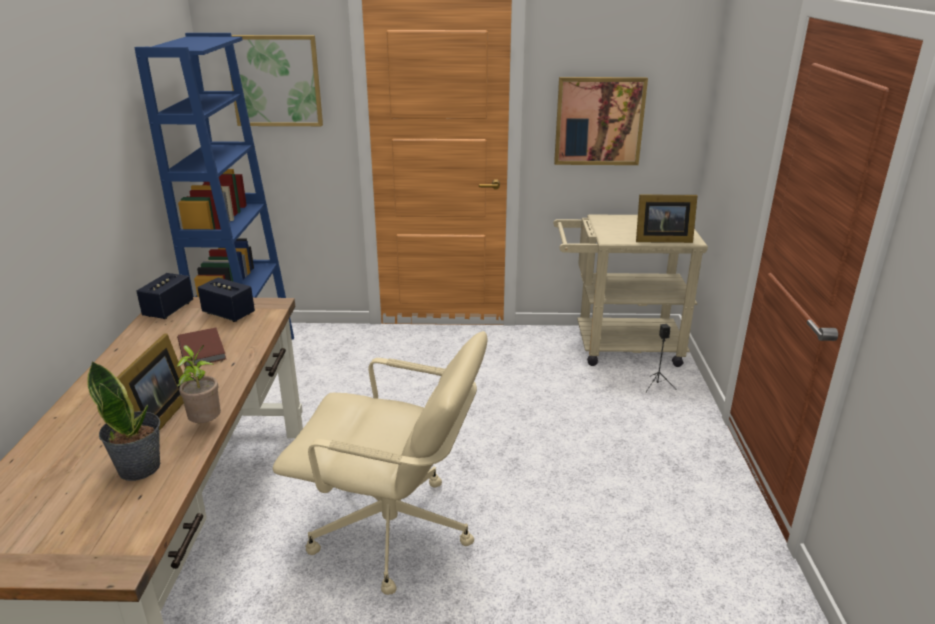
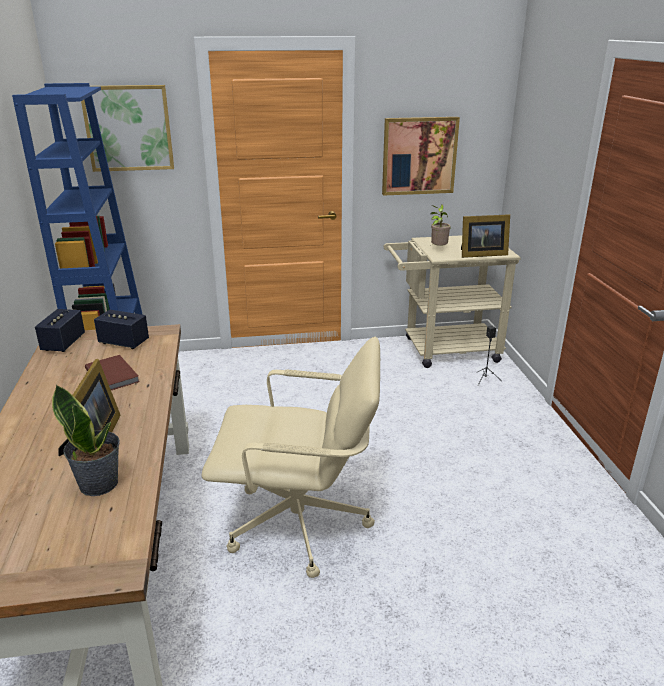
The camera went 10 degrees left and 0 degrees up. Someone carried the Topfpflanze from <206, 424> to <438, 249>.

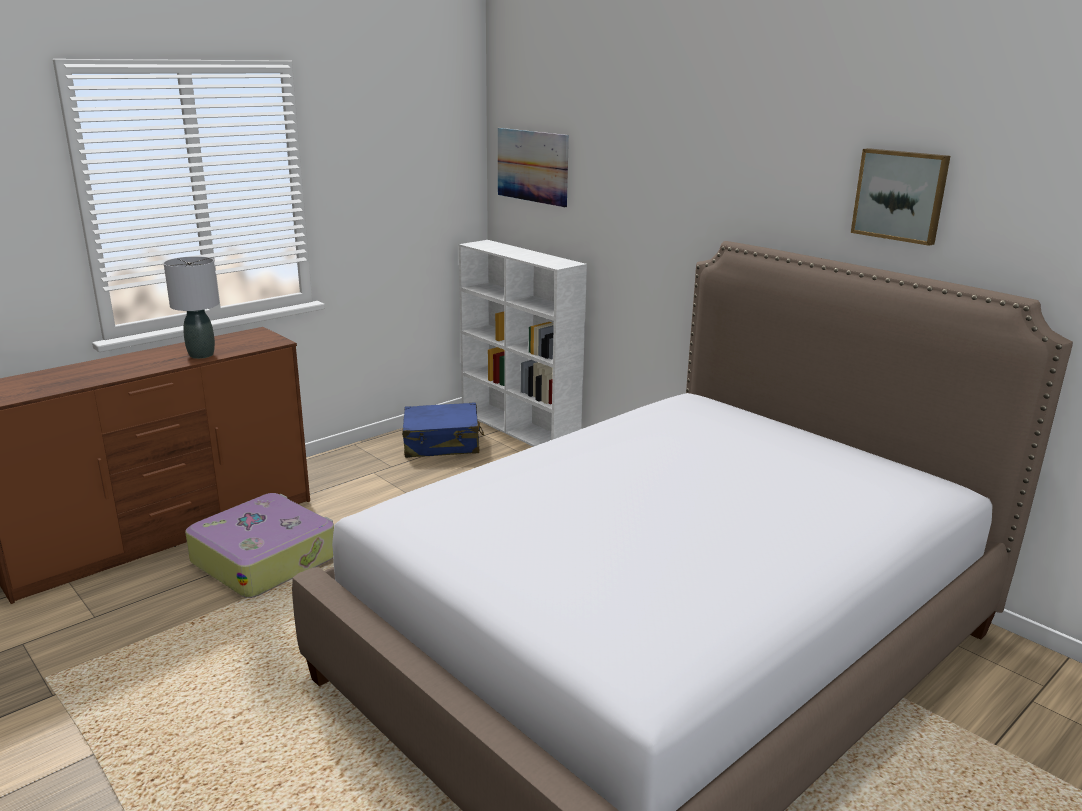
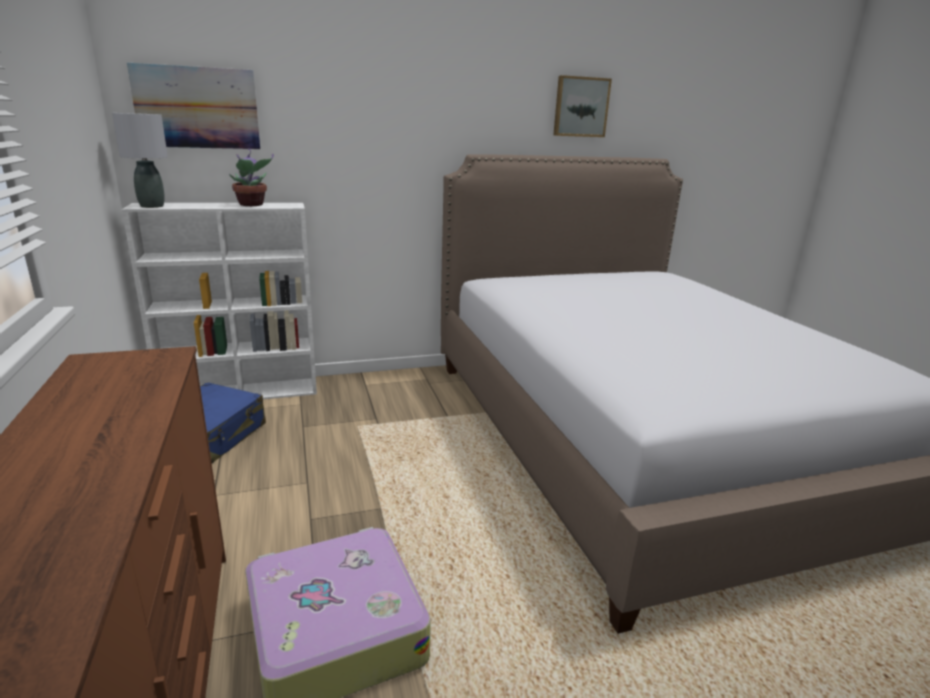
The camera went 65 degrees left and 0 degrees up. Someone carried the Tischlampe (grau) from <202, 355> to <152, 206>. Someone put down the Topfpflanze at <252, 205>.

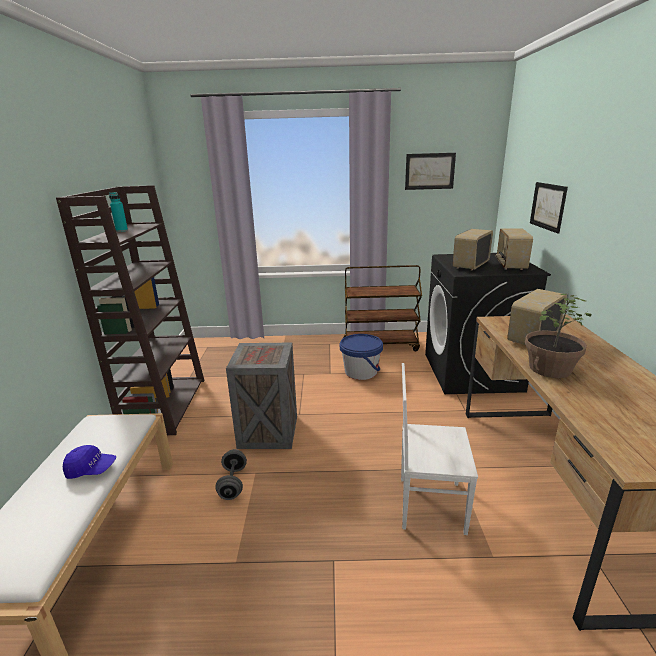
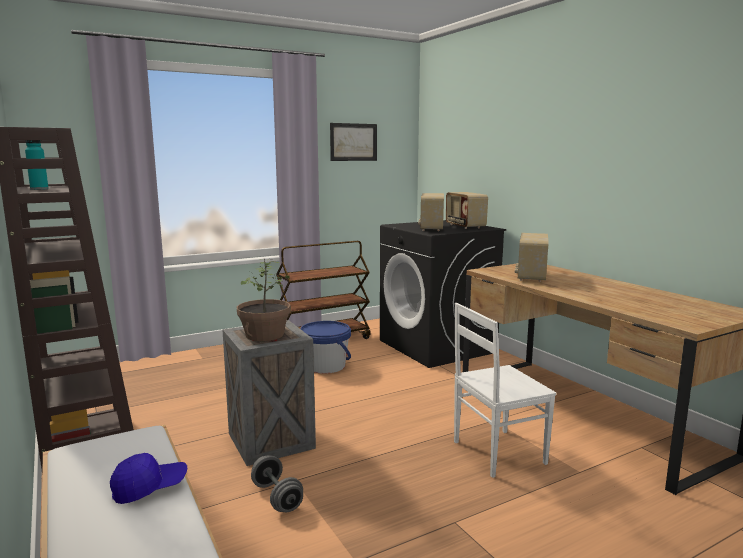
The camera went 30 degrees left and 10 degrees down. Someone carried the Topfpflanze from <549, 368> to <264, 335>. Someone took away the Bild at <548, 206>.

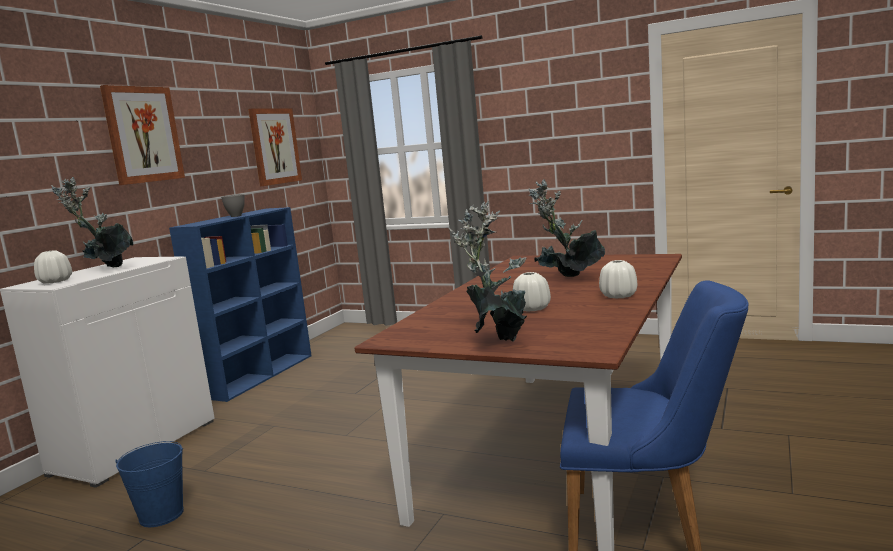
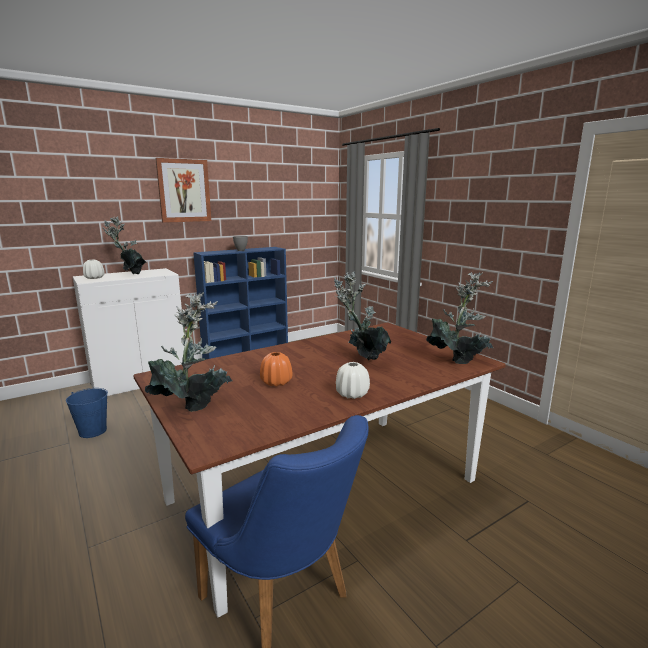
The camera went 30 degrees right and 5 degrees up. Someone took away the Bild at <274, 146>. Someone repainted the Vase (weiß) at <532, 309>, which became the Vase (orange) at <276, 382>. Someone put down the Topfpflanze at <458, 360>.

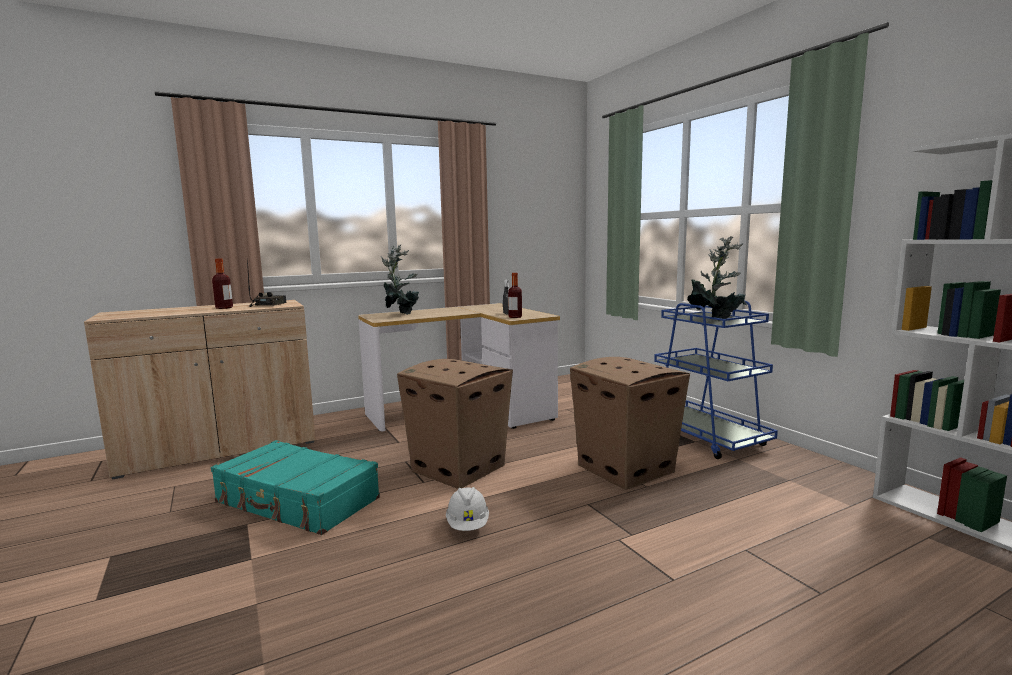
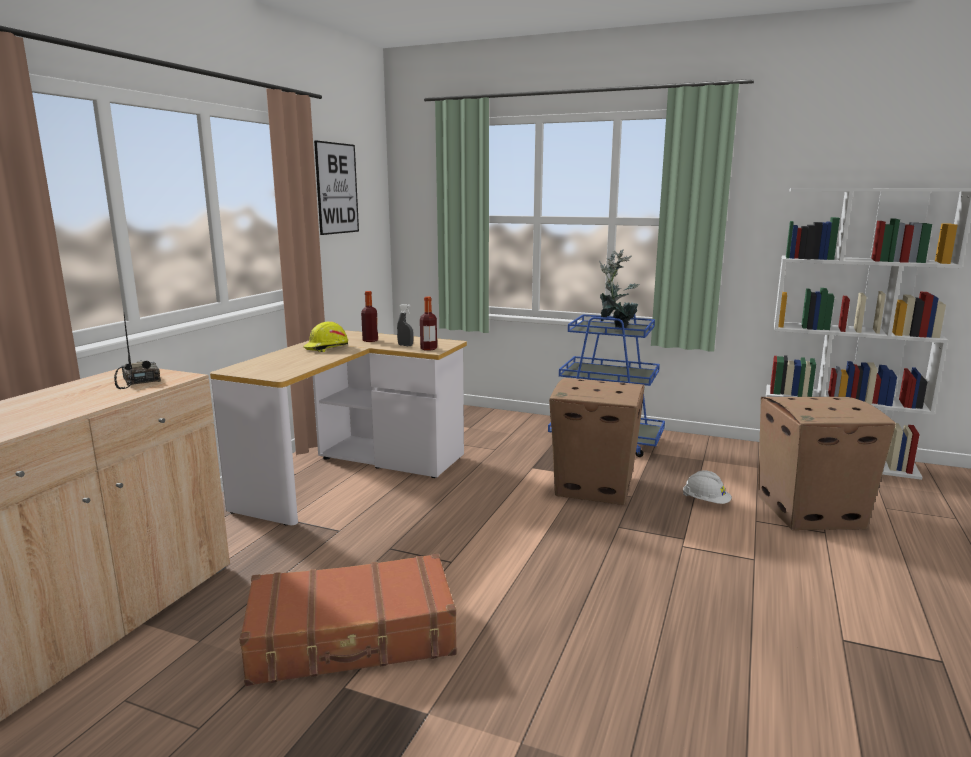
The camera went 40 degrees left and 5 degrees up. Someone repainted the Koffer (türkis) at <297, 501>, which became the Koffer (braun) at <353, 637>. Someone carried the Flasche from <224, 308> to <370, 340>. Someone took away the Topfpflanze at <401, 314>. Someone carried the Karton from <459, 468> to <811, 512>. Someone carried the Schutzhelm (weiß) from <468, 525> to <706, 502>. Someone put down the Schutzhelm (gelb) at <326, 348>. Someone put up the Bild at <337, 188>.

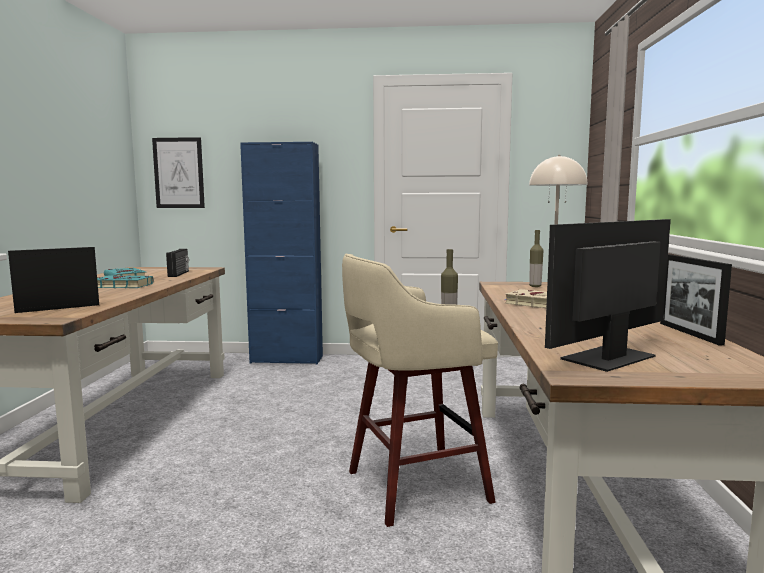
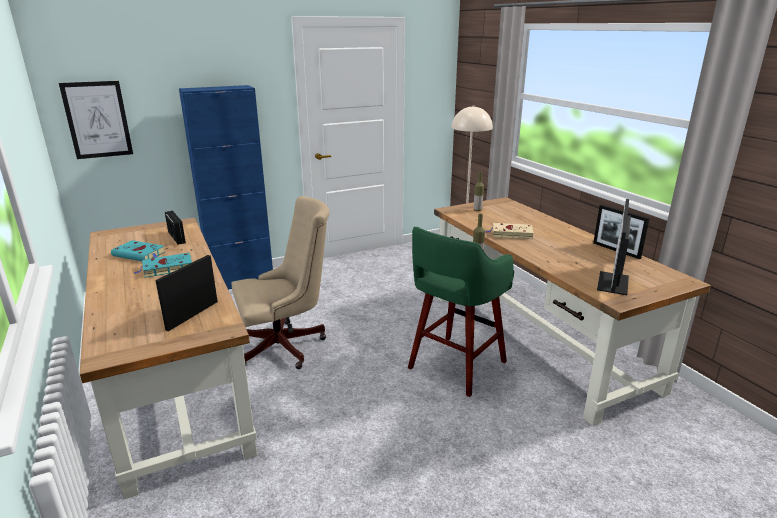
The camera went 30 degrees left and 15 degrees up. Someone repainted the Hocker (beige) at <413, 487>, which became the Hocker (grün) at <455, 366>. Someone put down the Bürostuhl (beige) at <286, 346>.

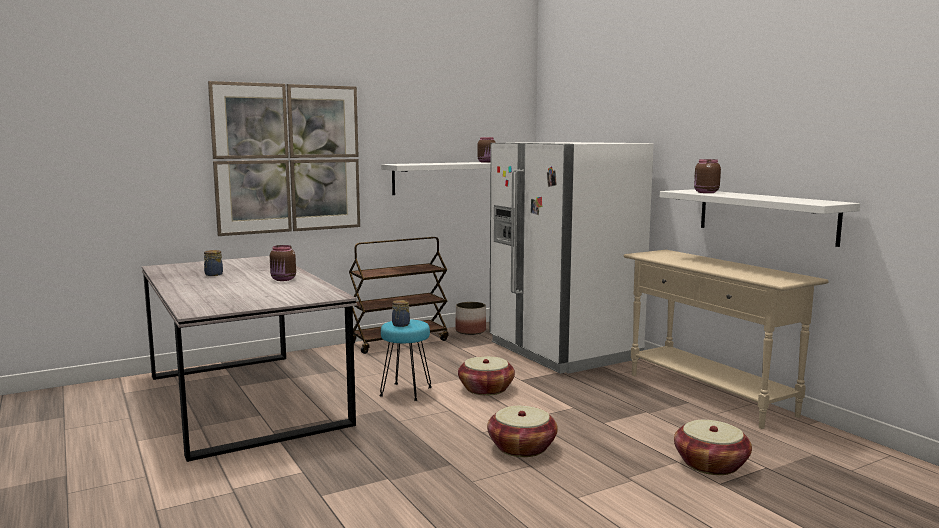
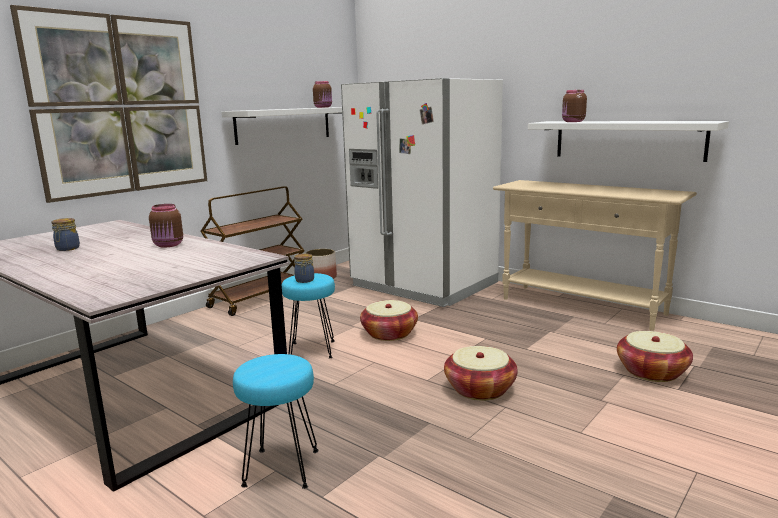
The camera went 20 degrees left and 5 degrees up. Someone put down the Hocker (türkis) at <281, 469>.

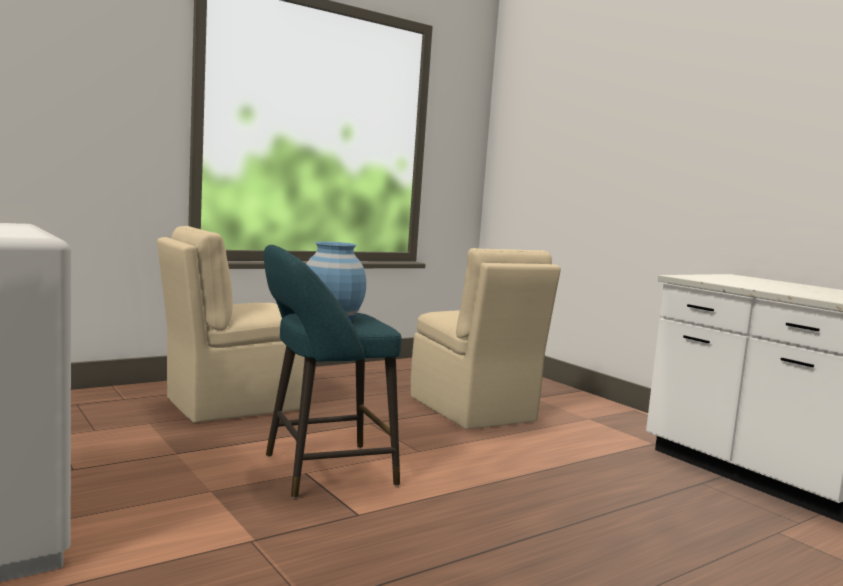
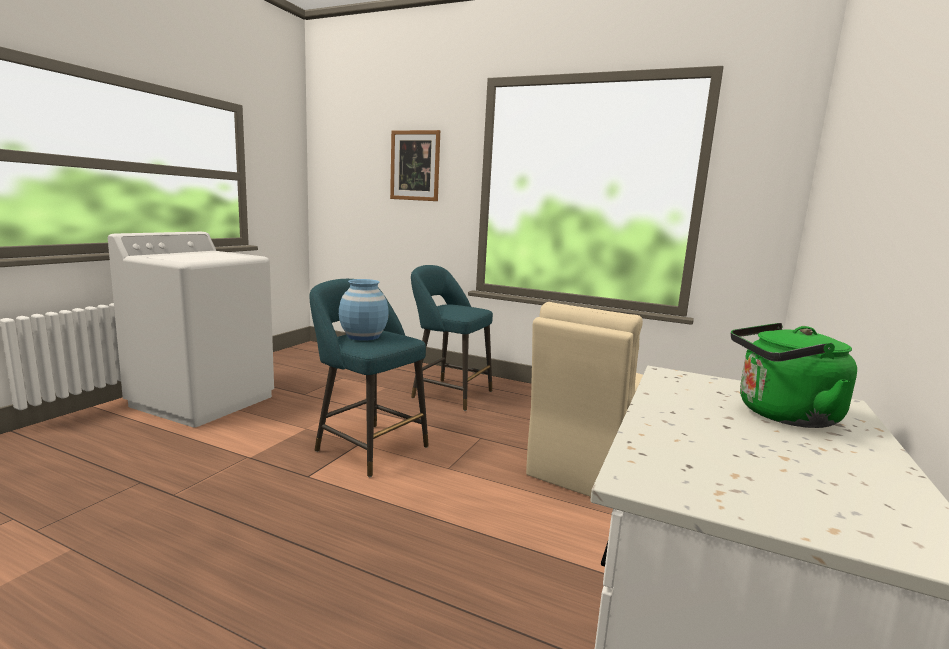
The camera went 60 degrees right and 5 degrees up. Someone swapped the Stuhl (beige) at <232, 404> for the Hocker (türkis) at <448, 394>. Someone put up the Bild at <415, 165>. Someone put down the Wasserkessel (grün) at <781, 415>.

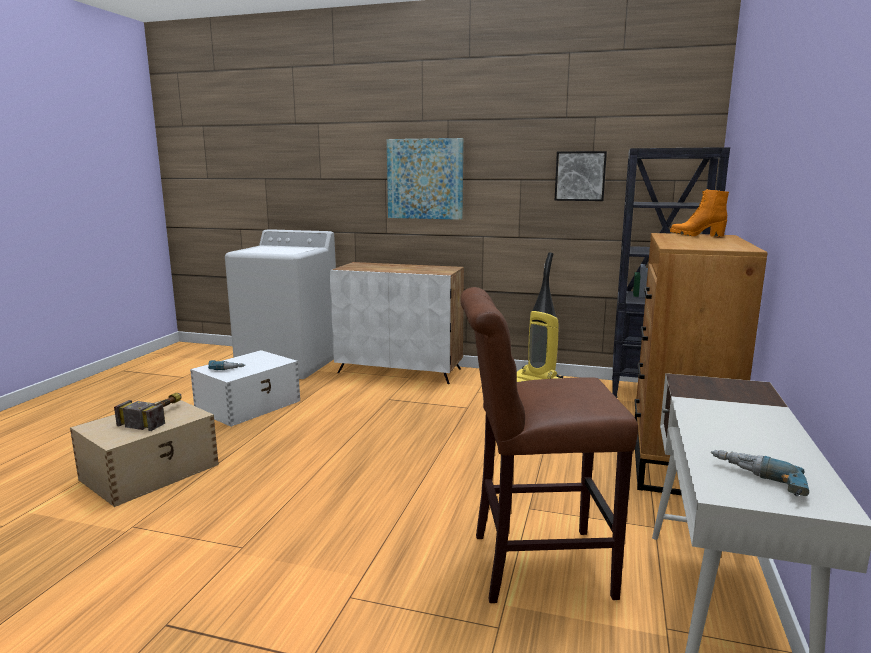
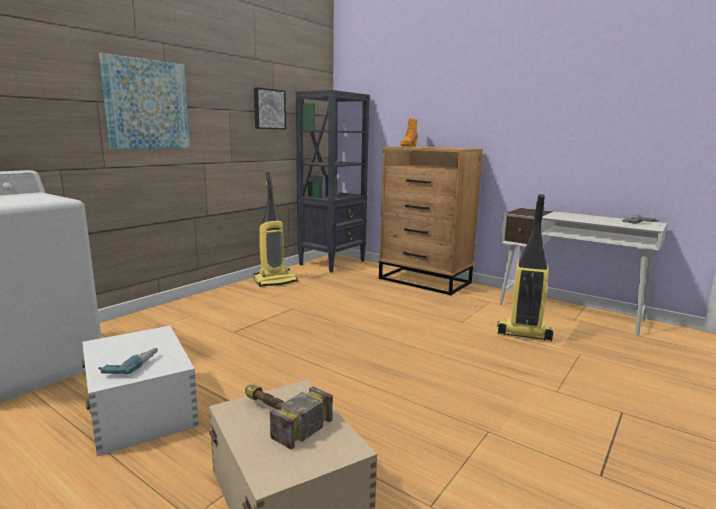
The camera went 70 degrees left and 0 degrees up. Someone took away the Schrank (weiß) at <400, 371>. Someone swapped the Hocker (braun) at <532, 565> for the Staubsauger at <523, 334>.

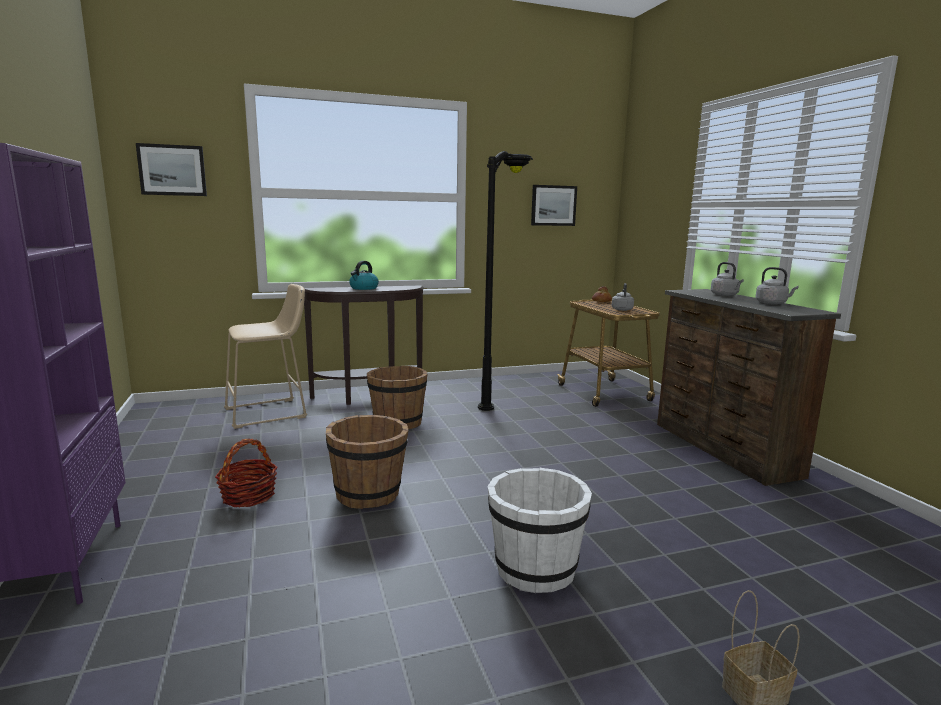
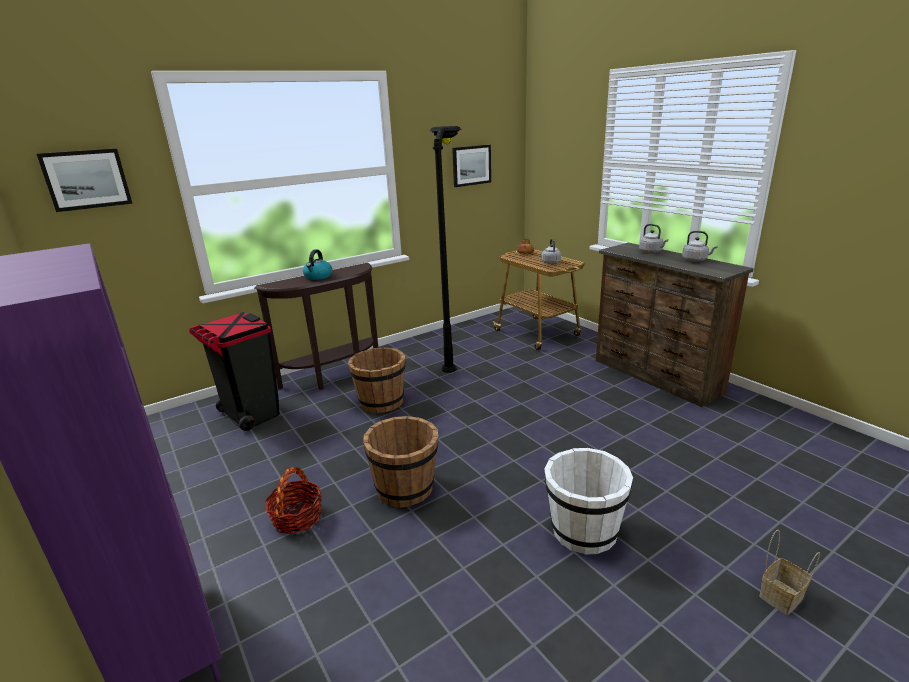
The camera went 15 degrees left and 10 degrees up. Someone swapped the Hocker (beige) at <270, 413> for the Mülleimer (schwarz) at <251, 414>.

